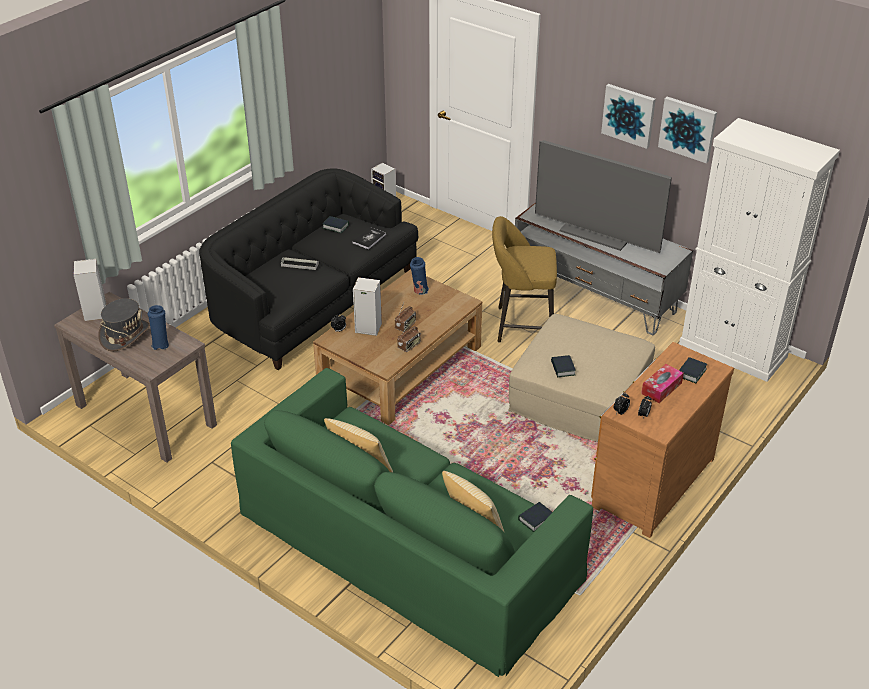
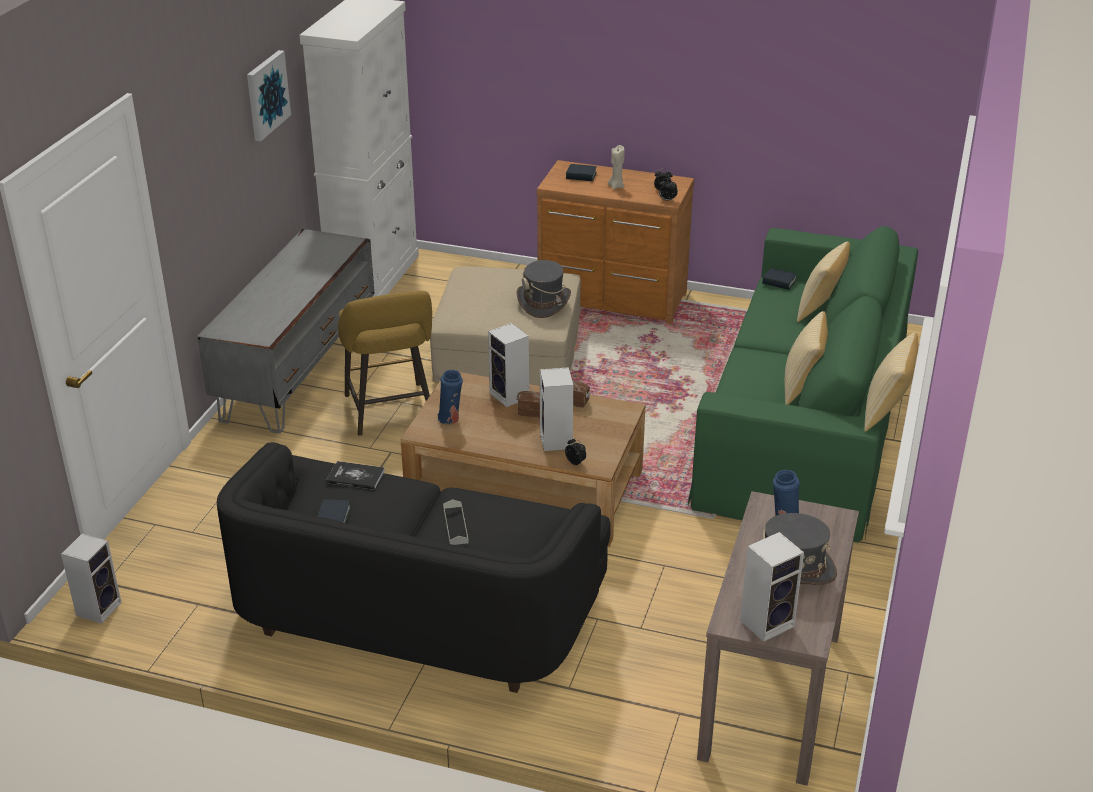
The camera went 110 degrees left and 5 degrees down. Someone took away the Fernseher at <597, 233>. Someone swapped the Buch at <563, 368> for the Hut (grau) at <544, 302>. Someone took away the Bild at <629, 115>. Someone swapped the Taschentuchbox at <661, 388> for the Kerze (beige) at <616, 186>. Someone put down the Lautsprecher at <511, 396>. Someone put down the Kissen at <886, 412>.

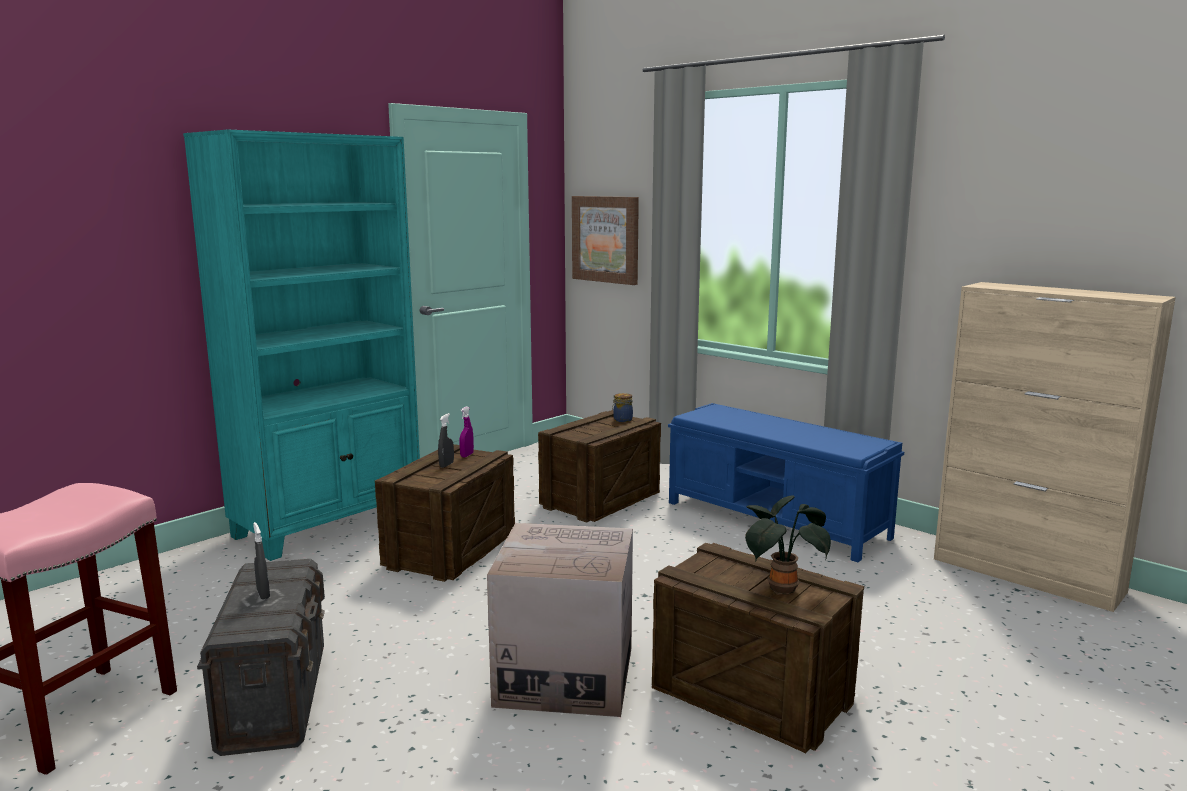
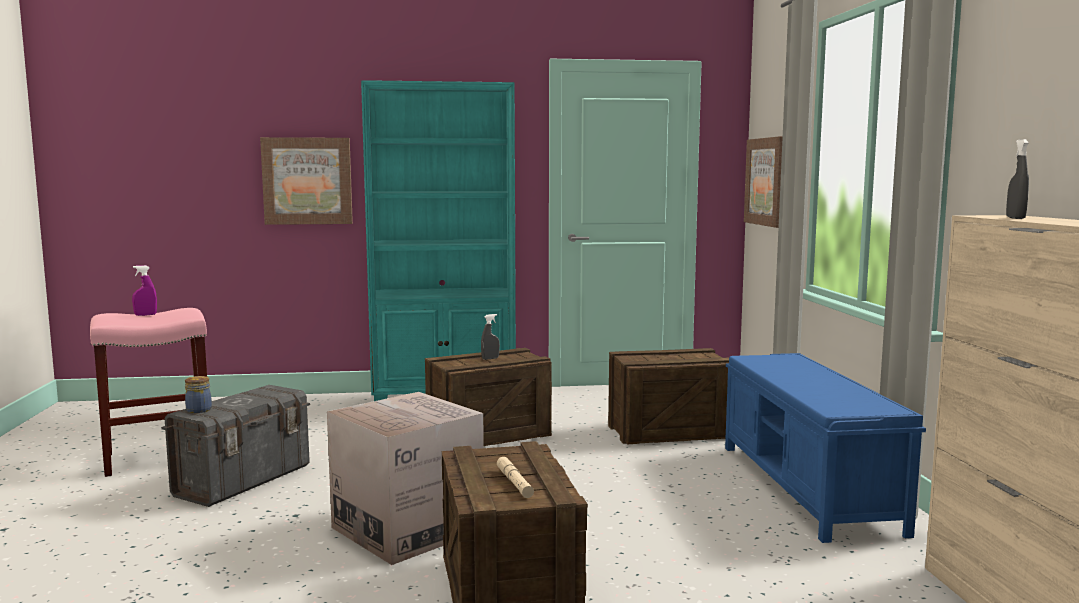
The camera went 40 degrees right and 5 degrees down. Someone carried the Sprühflasche (grau) from <263, 594> to <1015, 218>. Someone carried the Sprühflasche (lila) from <467, 455> to <145, 315>. Someone carried the Vorratsglas from <622, 420> to <199, 410>. Someone swapped the Topfpflanze at <780, 588> for the Taschenlampe (beige) at <514, 482>. Someone put up the Bild at <307, 181>.

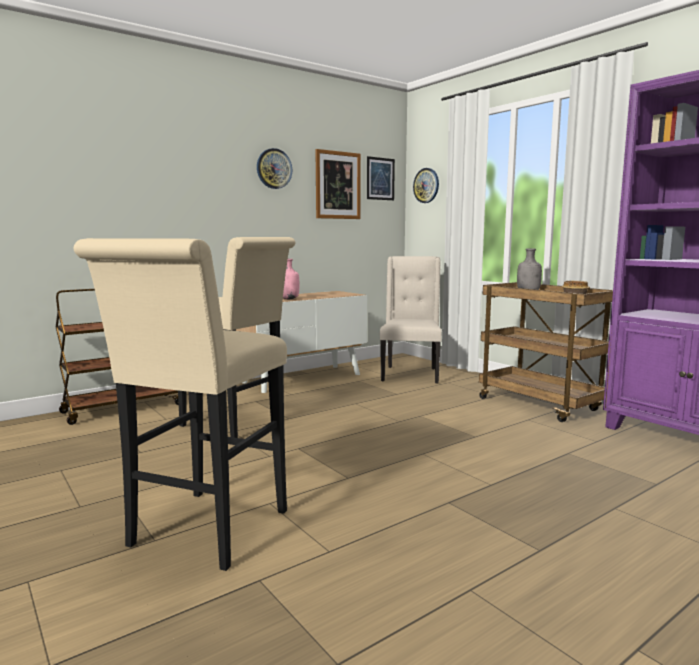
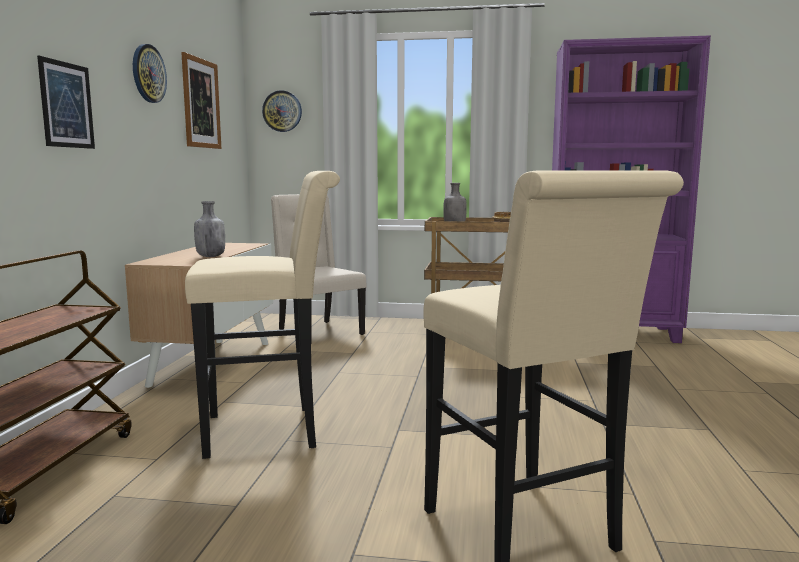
The camera went 45 degrees left and 0 degrees up. Someone repainted the Flasche (rosa) at <289, 299>, which became the Flasche (grau) at <210, 256>. Someone carried the Bild from <380, 178> to <67, 105>.

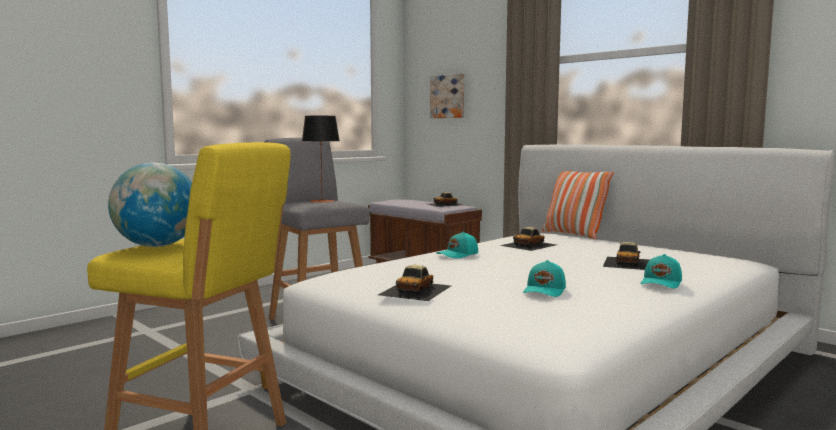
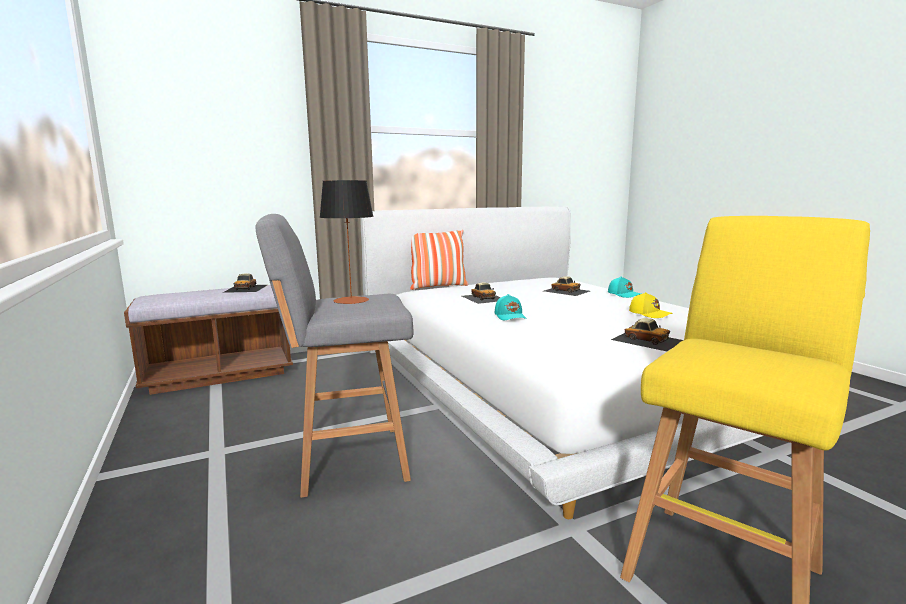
The camera went 70 degrees left and 5 degrees up. Someone took away the Globus at <157, 246>. Someone took away the Bild at <448, 96>. Someone repainted the Kappe (türkis) at <545, 291>, which became the Kappe (gelb) at <649, 314>.

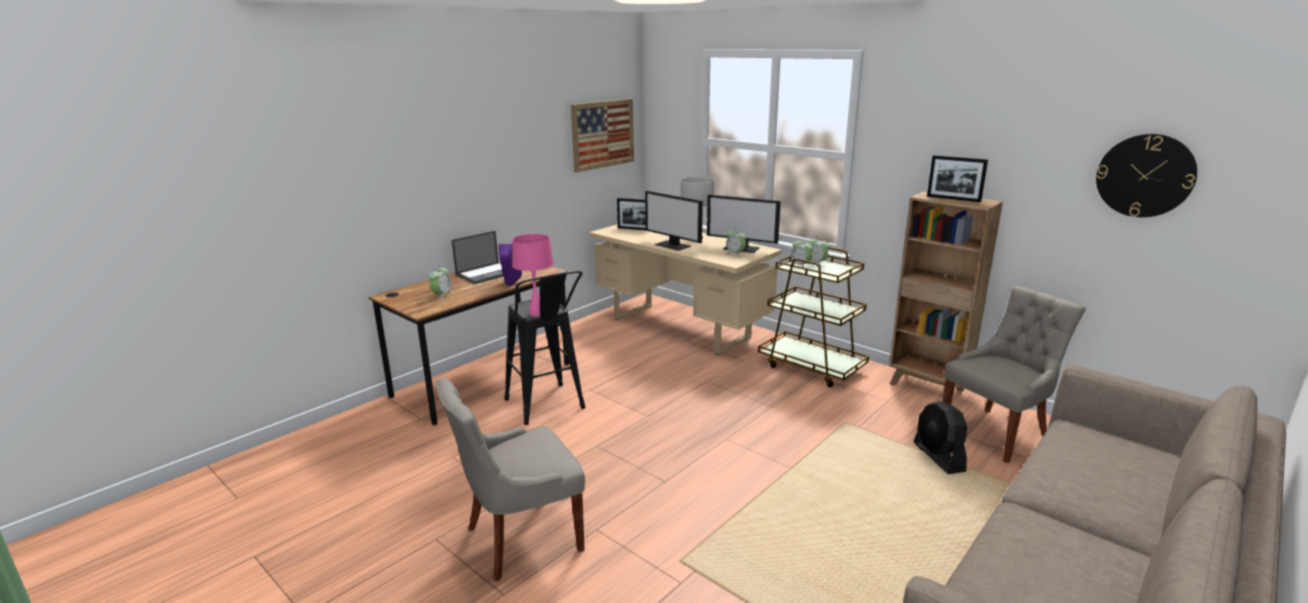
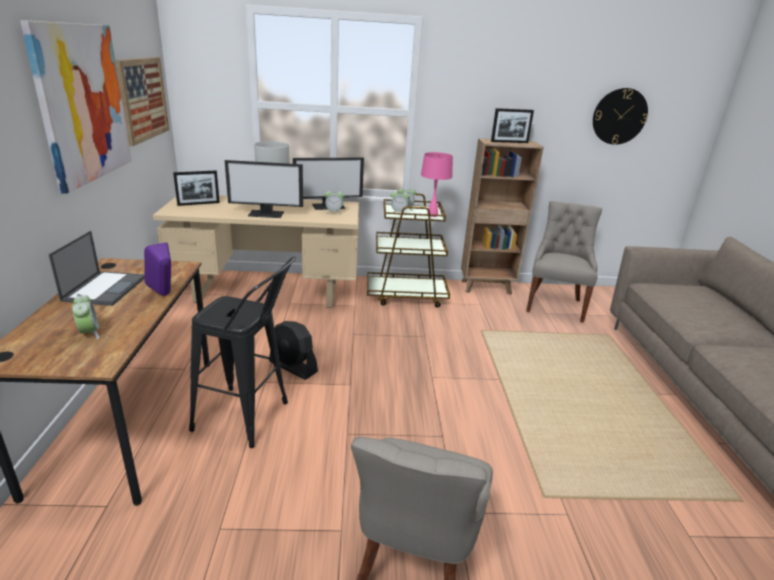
The camera went 45 degrees left and 5 degrees up. Someone carried the Tischlampe (rosa) from <536, 313> to <432, 215>. Someone carried the Ventilator (schwarz) from <938, 457> to <293, 367>. Someone put up the Bild at <82, 103>.

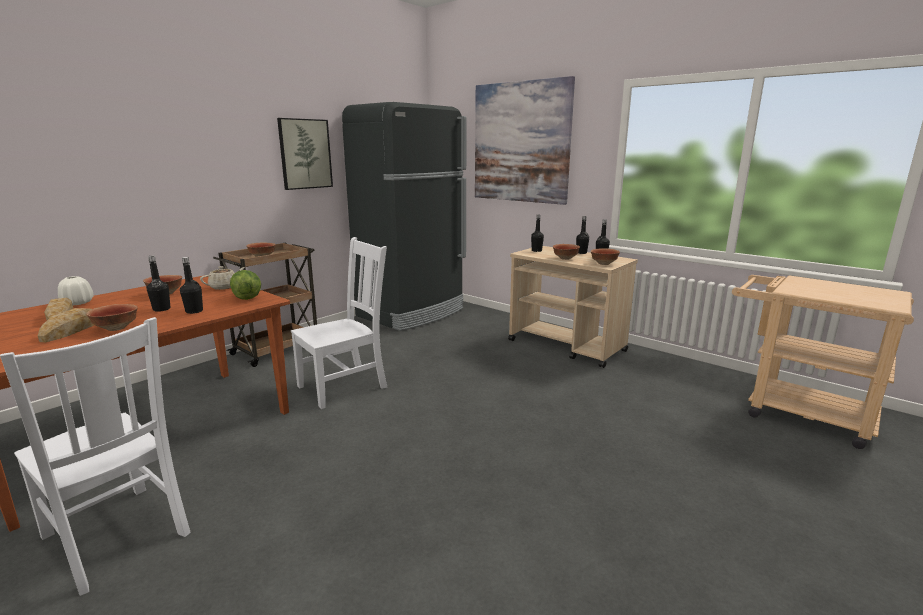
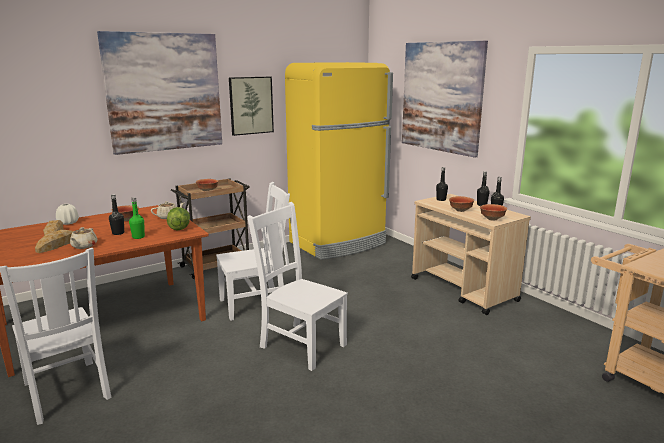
The camera went 15 degrees right and 0 degrees up. Someone swapped the Schüssel at <116, 328> for the Teekanne (beige) at <84, 246>. Someone repainted the Flasche (schwarz) at <194, 311>, which became the Flasche (grün) at <138, 237>. Someone repainted the Kühlschrank (schwarz) at <412, 313>, which became the Kühlschrank (gelb) at <338, 243>. Someone put up the Bild at <164, 92>. Someone put down the Stuhl (weiß) at <301, 345>.

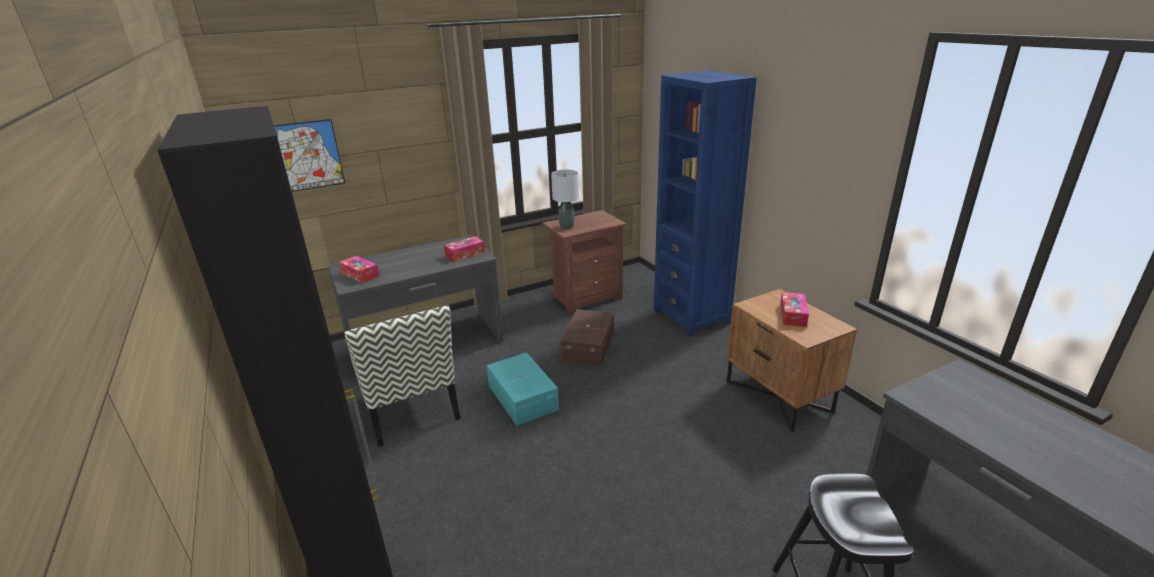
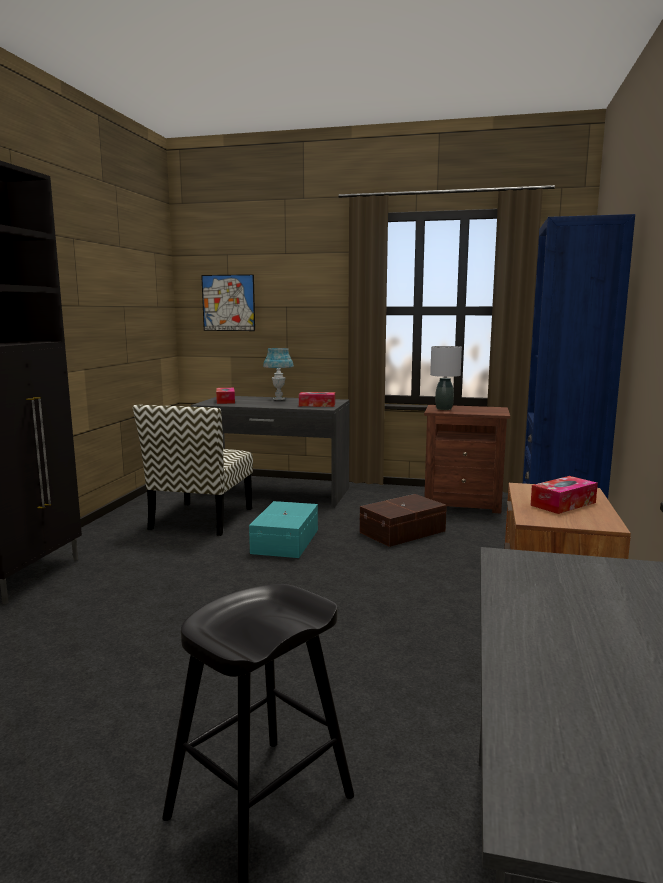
The camera went 40 degrees right and 15 degrees down. Someone put down the Tischlampe (blau) at <278, 399>.

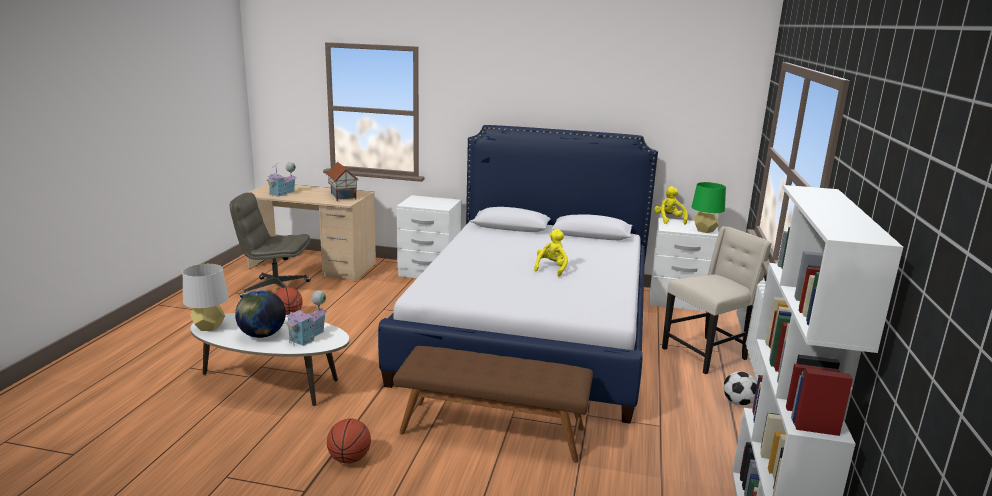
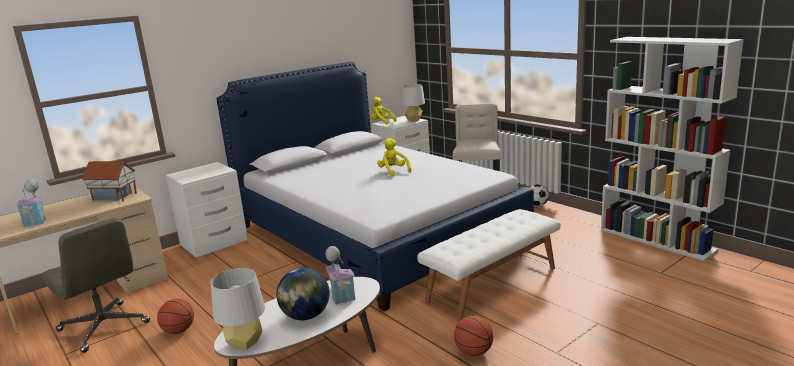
The camera went 50 degrees left and 0 degrees up. Someone rotated the Bürostuhl (grau) at <275, 289> by 90 degrees counterclockwise. Someone repainted the Bank (braun) at <493, 430>, which became the Bank (weiß) at <492, 284>. Someone repainted the Tischlampe (grün) at <704, 230>, which became the Tischlampe (grau) at <414, 120>.

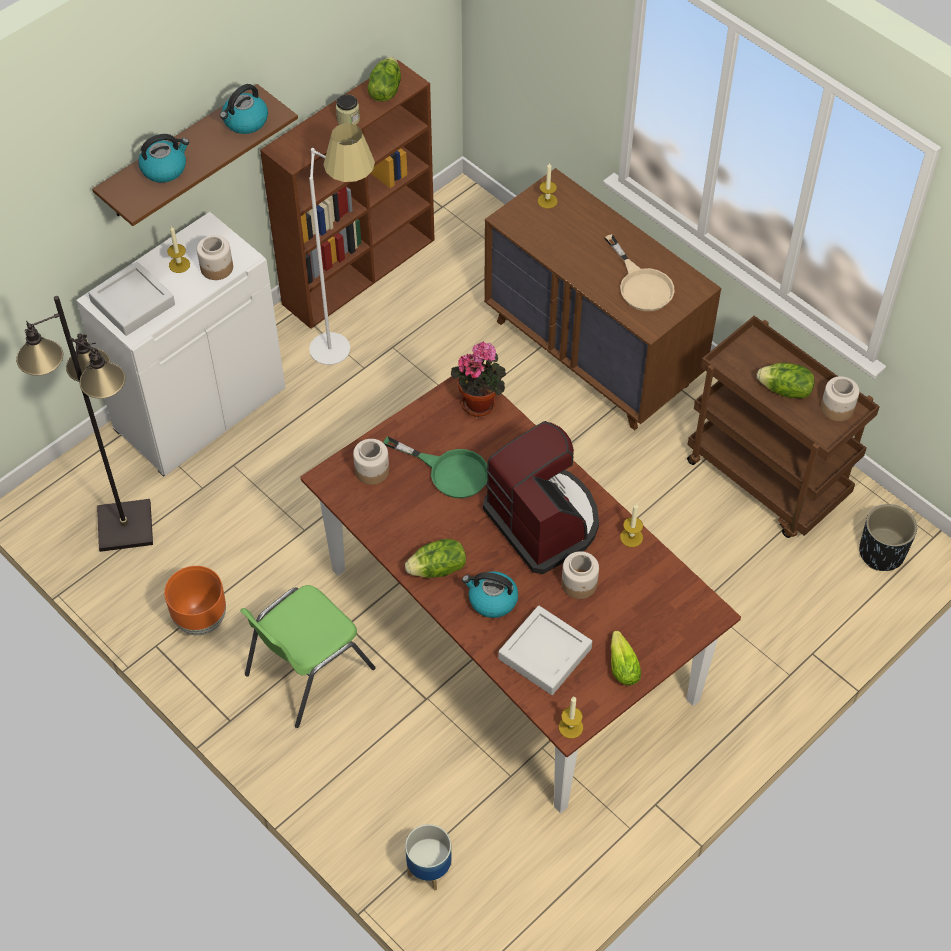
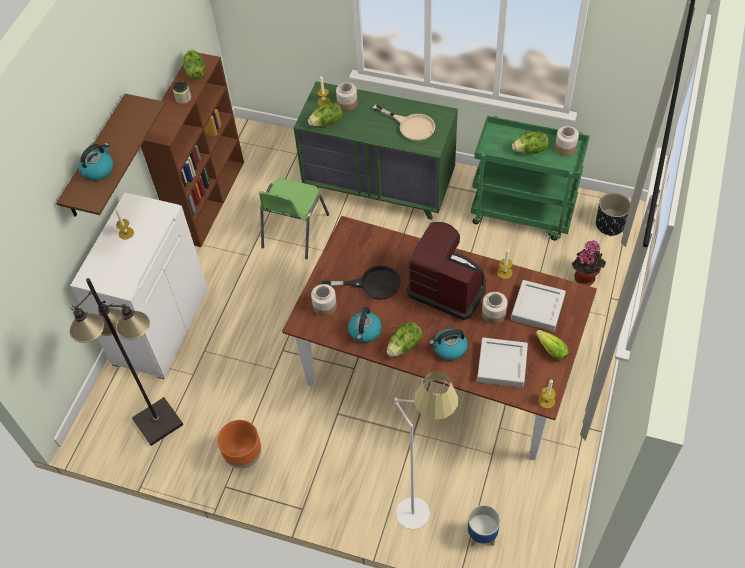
The camera went 25 degrees left and 0 degrees up. Someone carried the Tablett (grau) from <132, 303> to <537, 308>. Someone carried the Vorratsglas from <217, 268> to <347, 103>. Someone carried the Wasserkessel from <245, 122> to <365, 331>. Someone carried the Stuhl (grün) from <307, 671> to <294, 232>. Someone carried the Stehlampe (weiß) from <348, 344> to <423, 502>. Someone repainted the Pfanne (grün) at <449, 471>, which became the Pfanne (schwarz) at <372, 284>. Someone carried the Topfpflanze from <480, 402> to <584, 276>. Someone repainted the Kommode (braun) at <593, 353>, which became the Kommode (grün) at <380, 187>. Someone repainted the Rollwagen (braun) at <768, 479>, which became the Rollwagen (grün) at <523, 213>. Someone put down the Salatkopf at <327, 122>.

